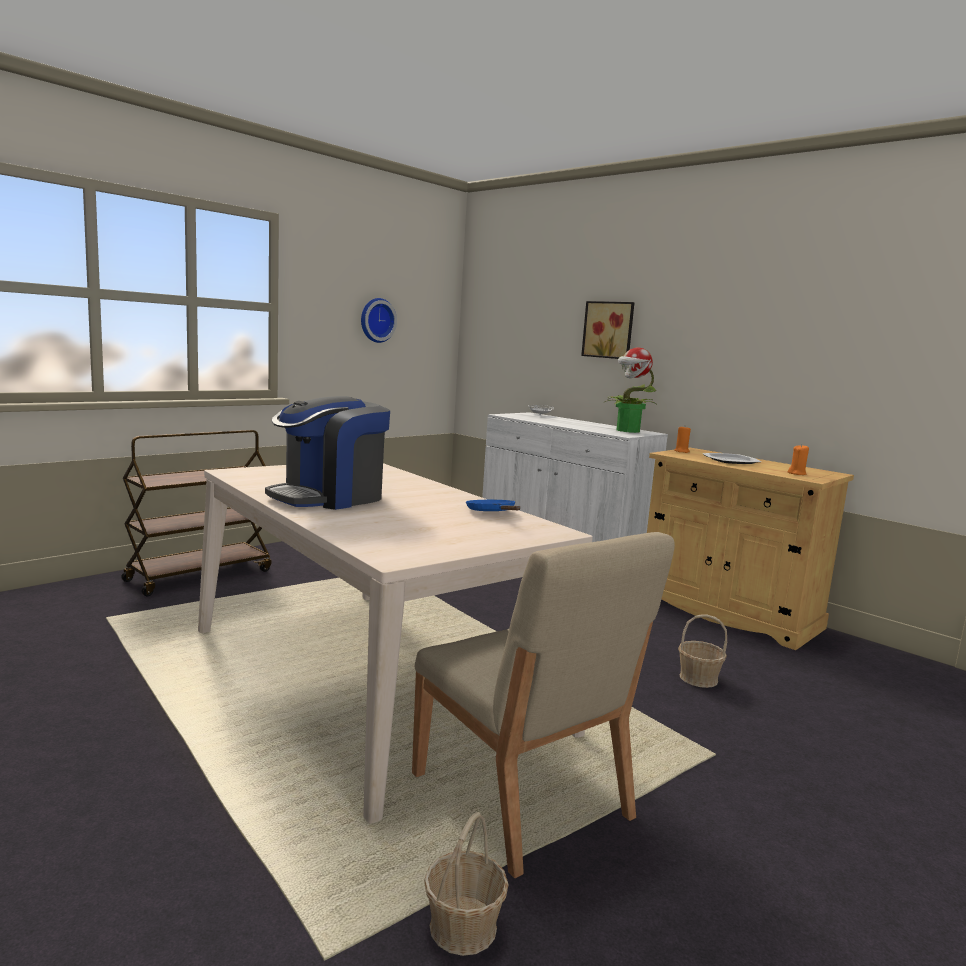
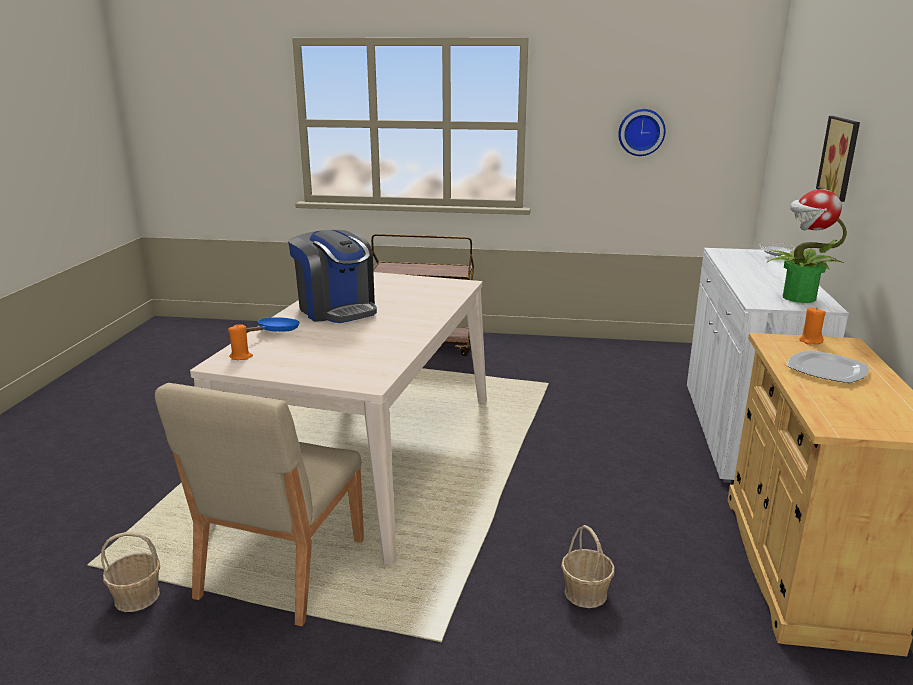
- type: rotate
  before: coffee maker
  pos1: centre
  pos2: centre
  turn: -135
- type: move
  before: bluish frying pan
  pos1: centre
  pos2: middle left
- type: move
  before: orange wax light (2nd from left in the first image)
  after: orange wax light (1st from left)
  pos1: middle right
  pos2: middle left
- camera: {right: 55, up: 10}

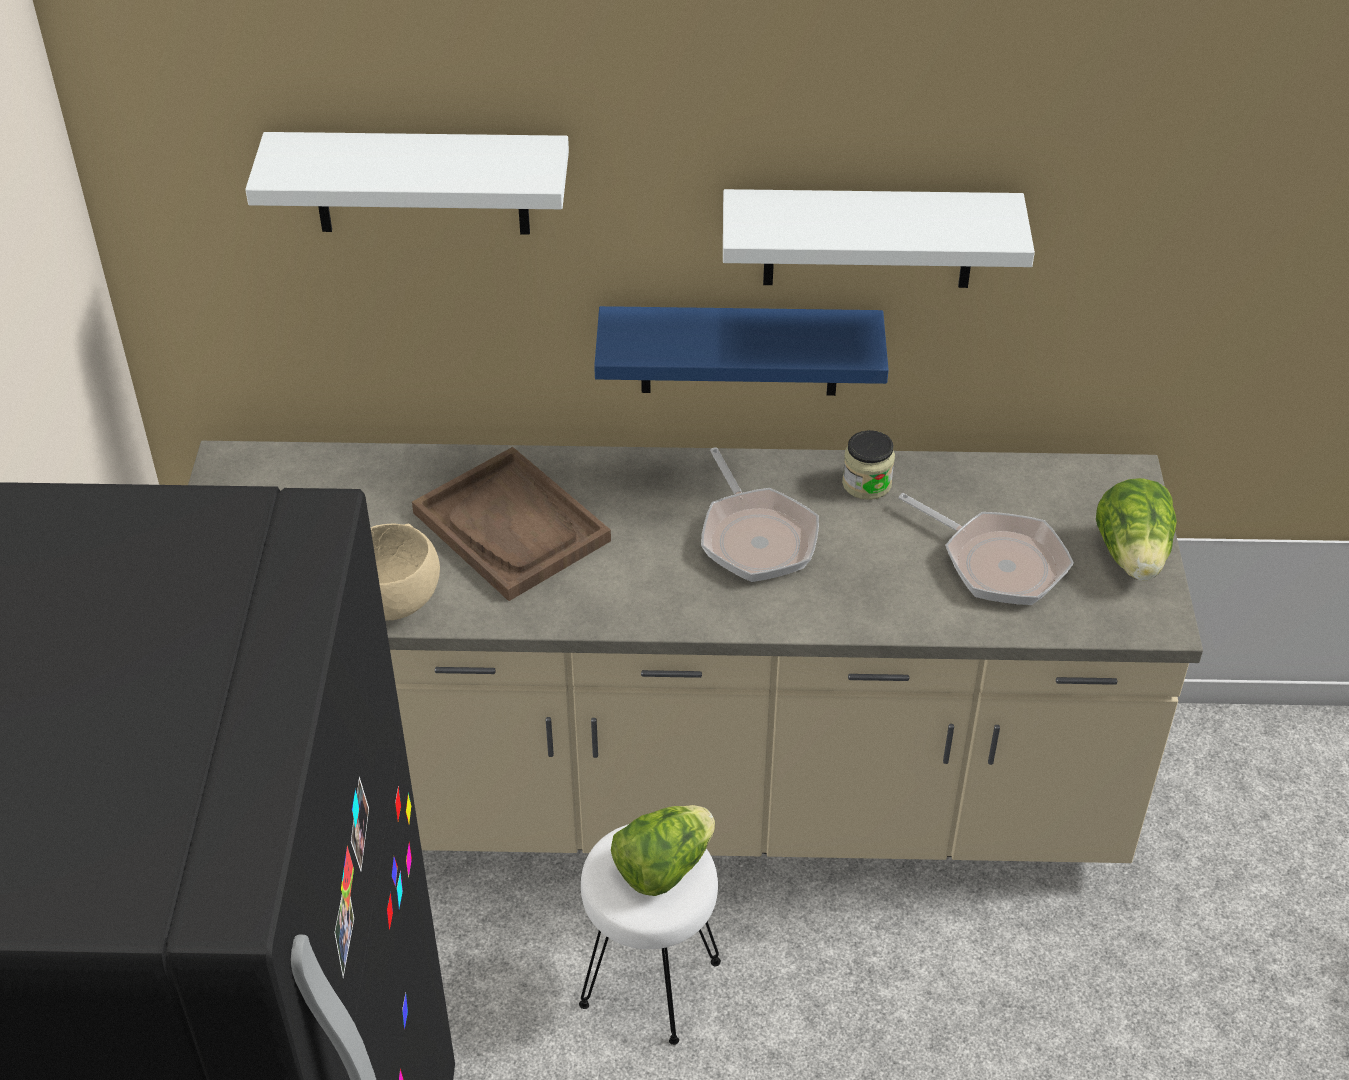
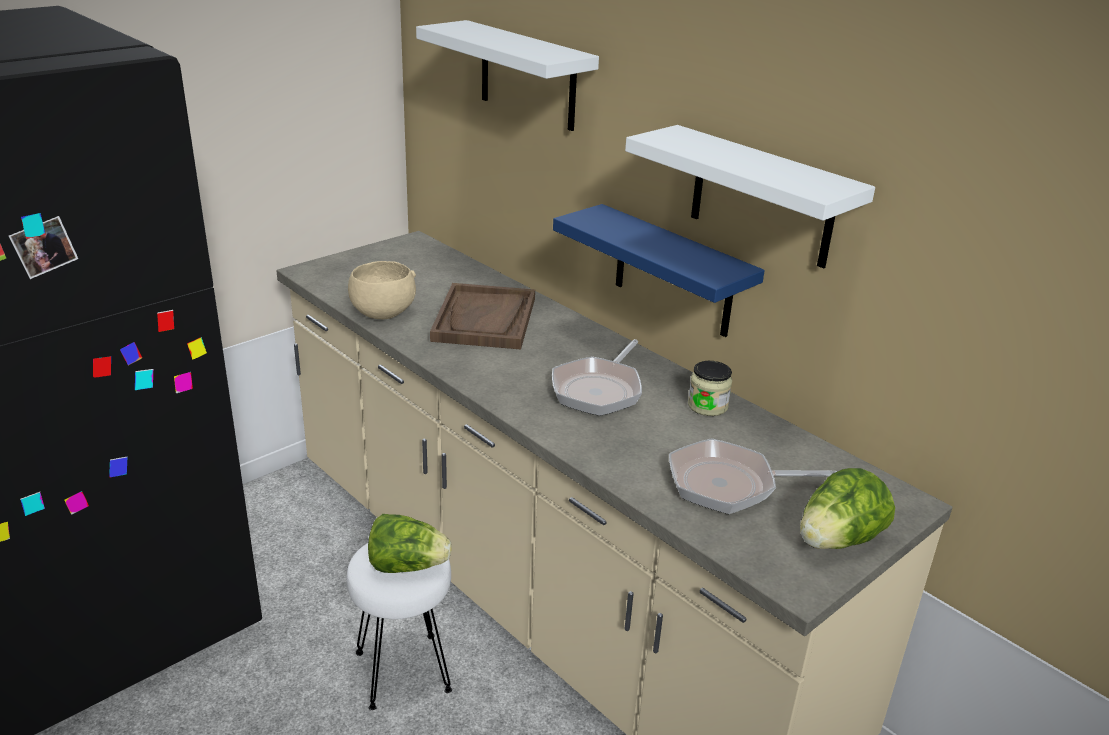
- type: rotate
  before: frying pan (2nd from left)
  pos1: middle right
  pos2: middle right
  turn: 90
- camera: {right: 45, up: -15}

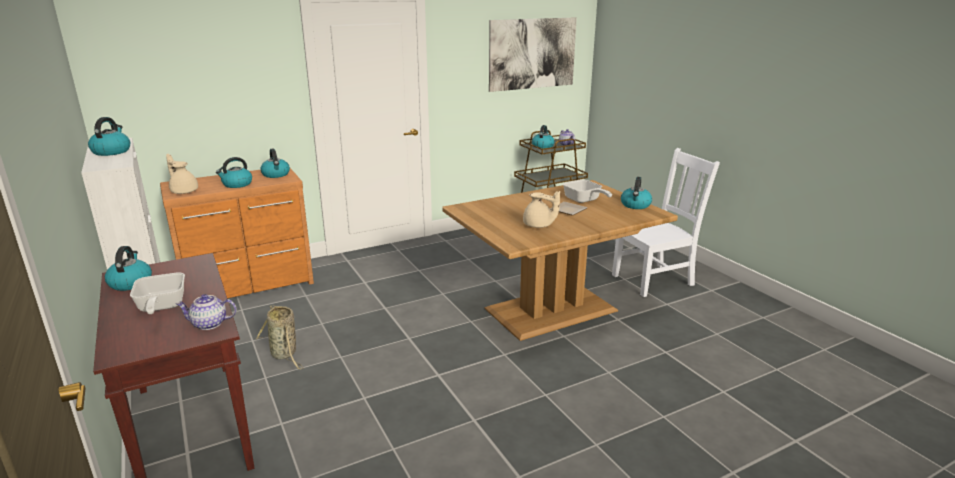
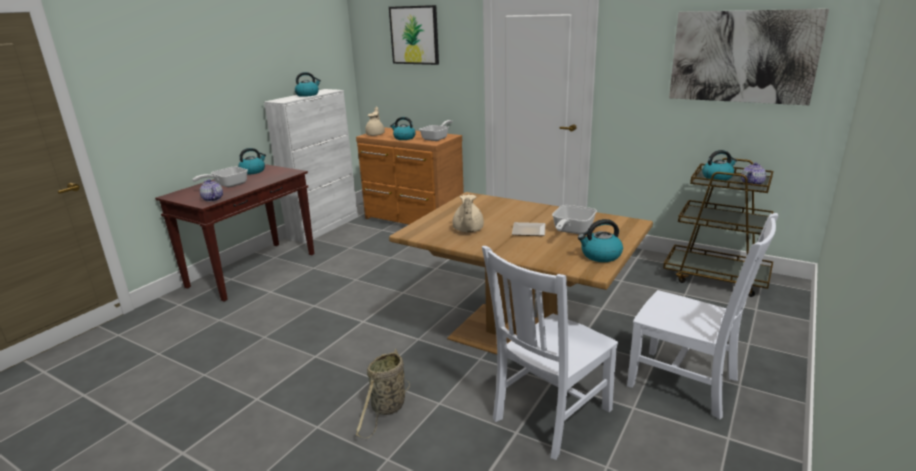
- type: move
  before: storage basket
  pos1: bottom left
  pos2: bottom centre
- type: replace
  before: water kettle (4th from left)
  after: frying pan (2nd from left)
  pos1: middle left
  pos2: top centre
- type: insert
  after: wall picture (1st from left)
  pos2: top centre
- type: insert
  after: white plain chair (1st from left)
  pos2: bottom centre
- camera: {right: 60, up: 0}

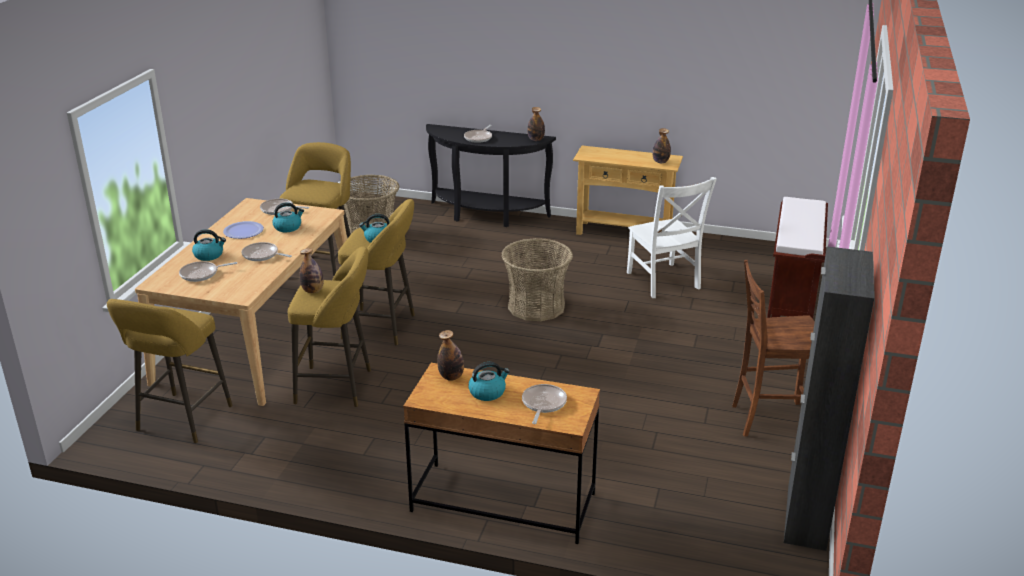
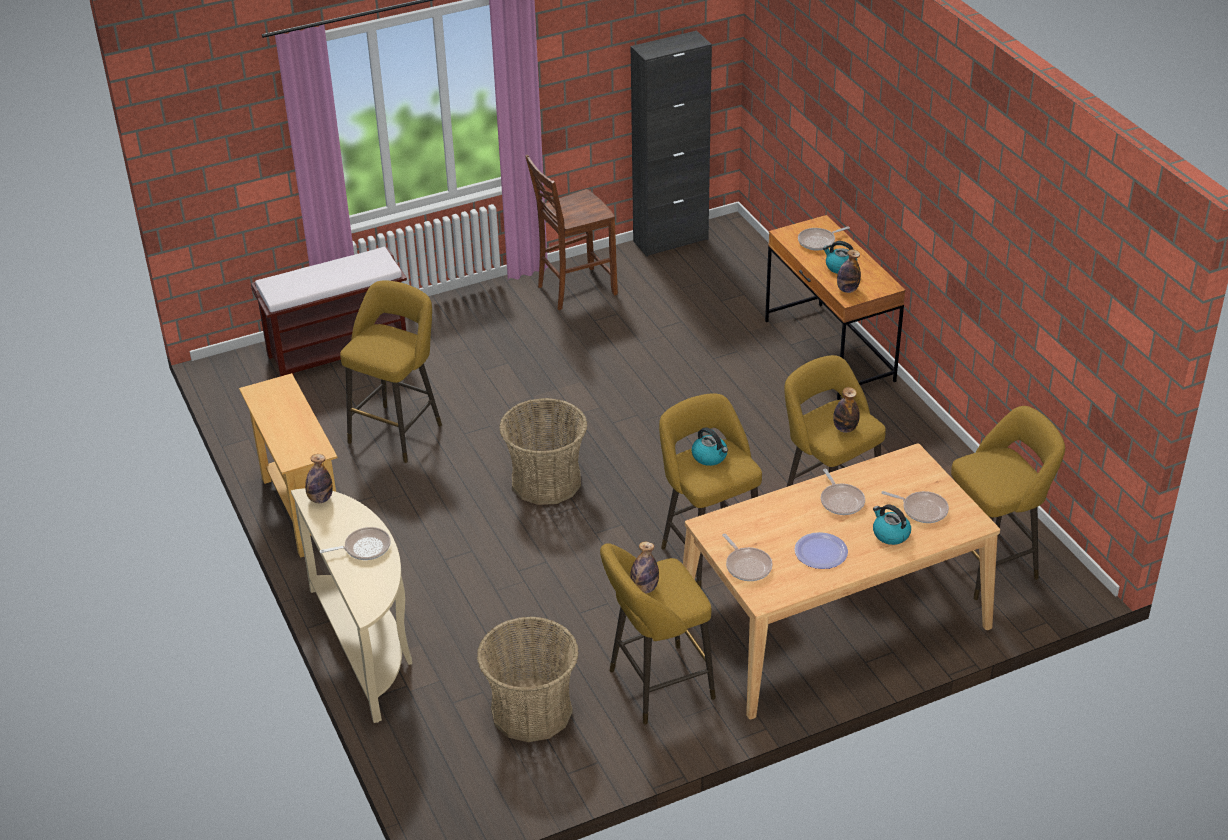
- type: delete
  before: water kettle (2nd from left)
  pos1: middle left
- type: recolor
  before: black-coloured narrow table
  after: beige-coloured narrow table (2nd from left)
  pos1: top centre
  pos2: bottom left
- type: replace
  before: white plain chair
  after: yellowish stool seat (1st from left)
  pos1: centre
  pos2: middle left
- type: move
  before: drink bottle (4th from left in the first image)
  after: drink bottle (2nd from left)
  pos1: top centre
  pos2: bottom centre
- type: rotate
  before: brown-coloured plain chair
  pos1: middle right
  pos2: top centre
  turn: 105
- camera: {right: -130, up: 10}

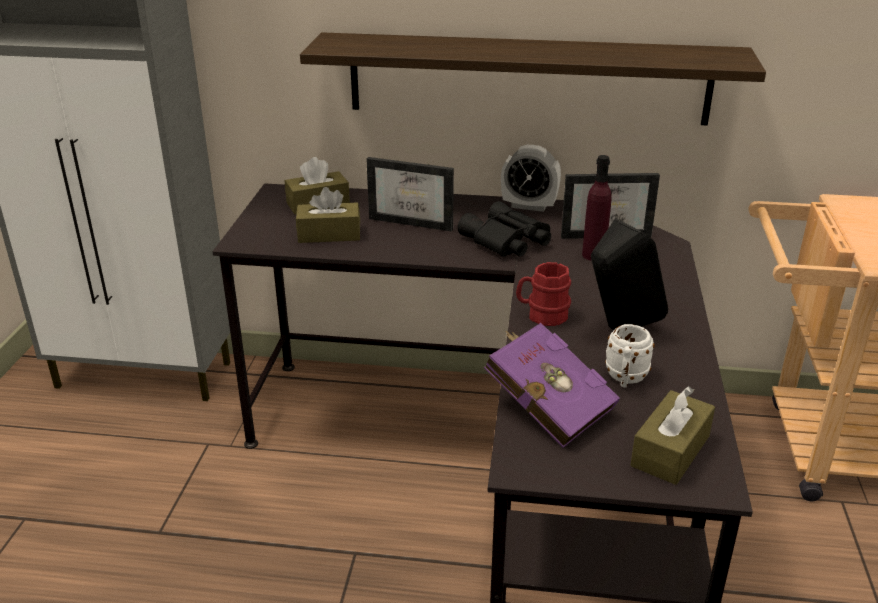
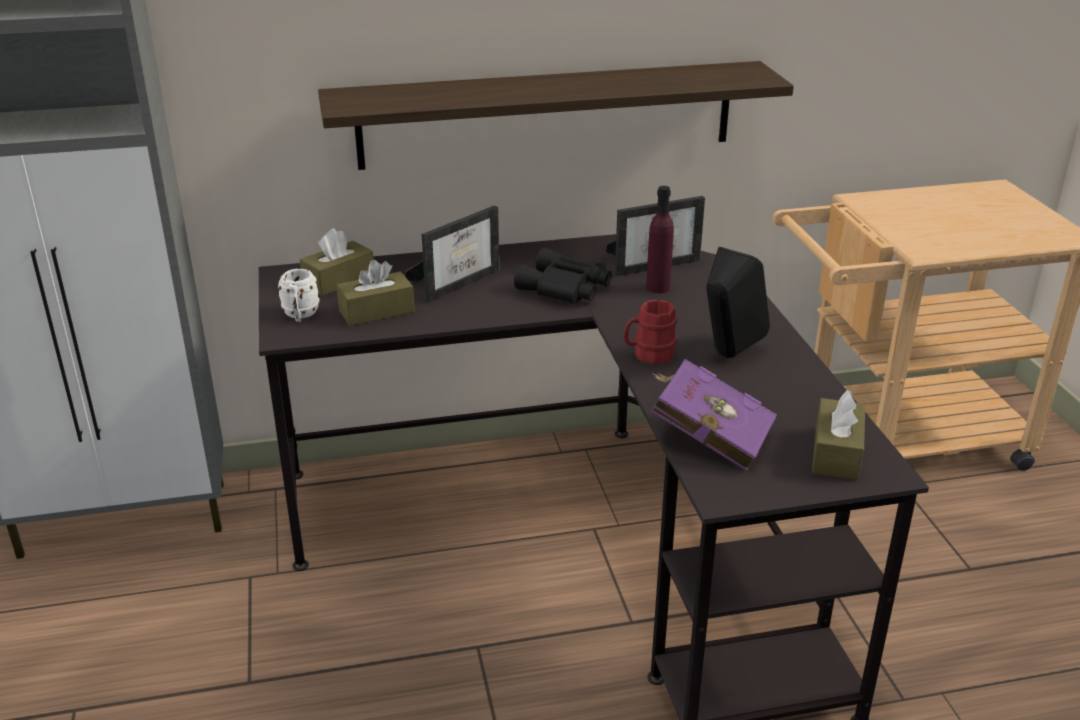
- type: rotate
  before: photo frame (1st from left)
  pos1: top centre
  pos2: centre
  turn: -45
- type: delete
  before: bedside clock
  pos1: top centre
- type: move
  before: white coffee mug
  pos1: middle right
  pos2: middle left
- camera: {right: -20, up: 0}

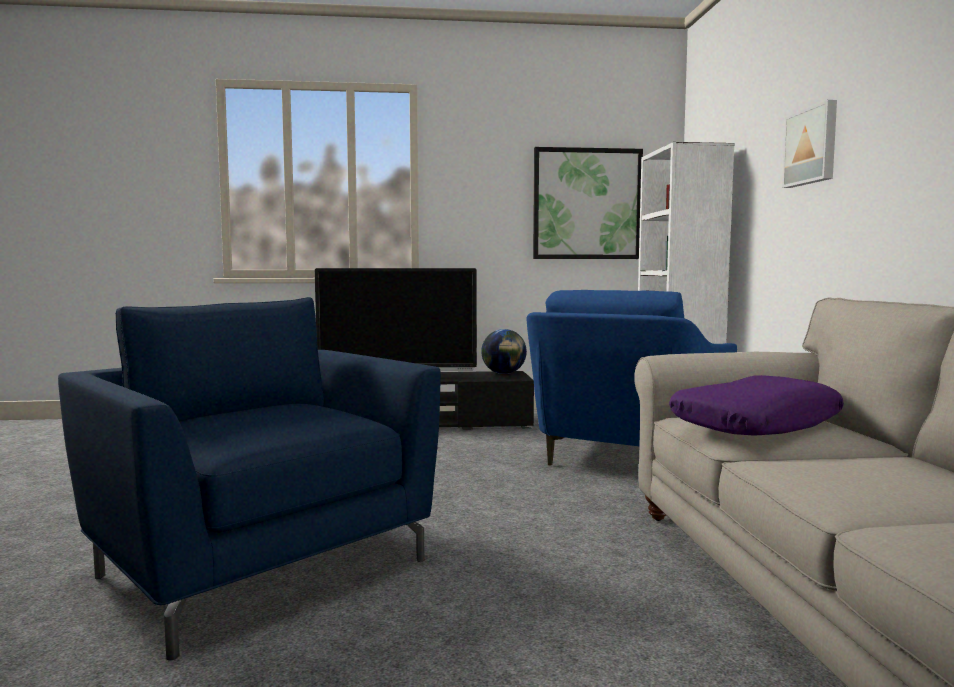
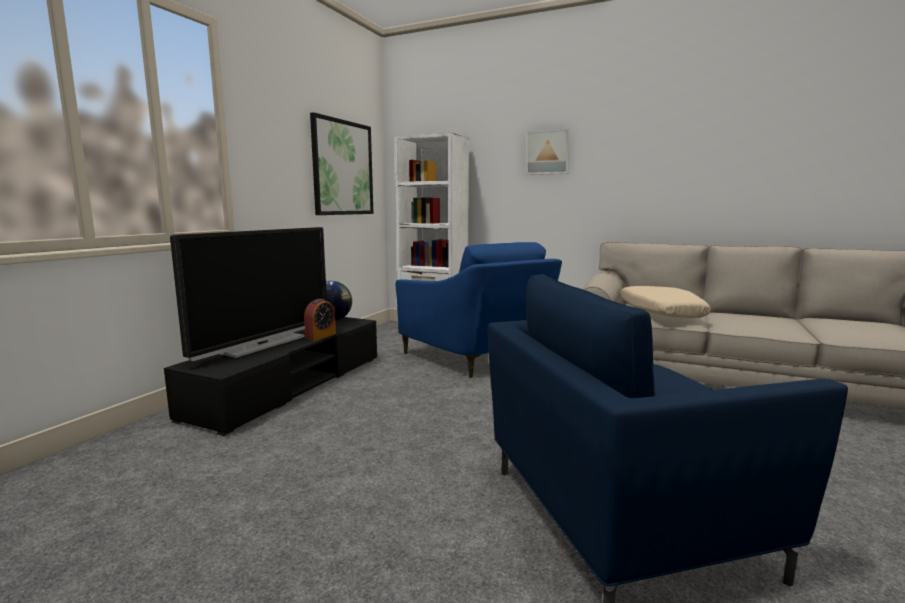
- type: recolor
  before: purple-coloured cushion
  after: beige-coloured cushion
  pos1: middle right
  pos2: middle right
- type: insert
  after: bedside clock
  pos2: centre
- camera: {right: -60, up: 5}

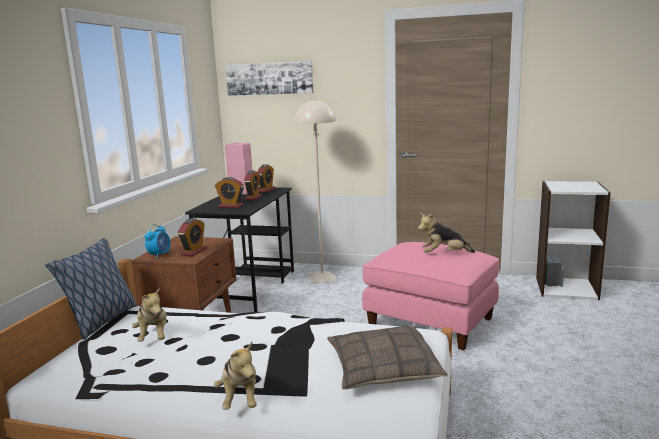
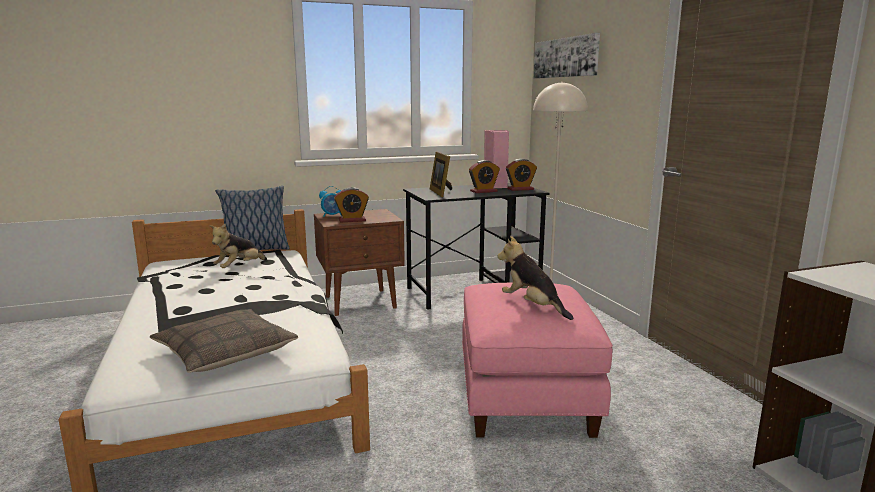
- type: delete
  before: cuddly toy (2nd from left)
  pos1: bottom centre
- type: replace
  before: bedside clock (3rd from left)
  after: photo frame
  pos1: centre
  pos2: centre
- camera: {right: 55, up: 0}

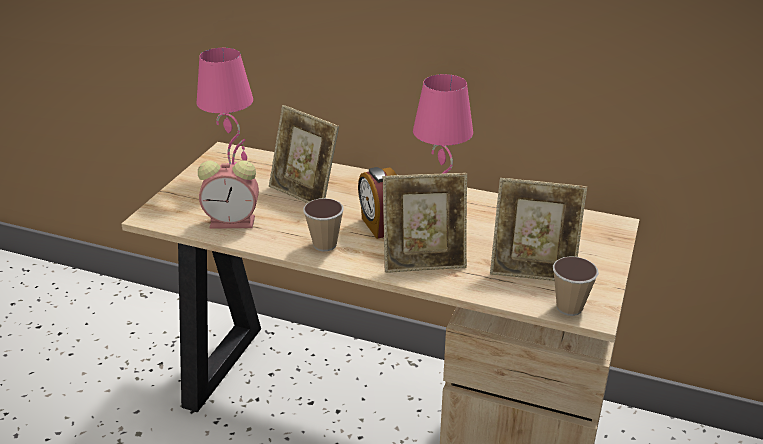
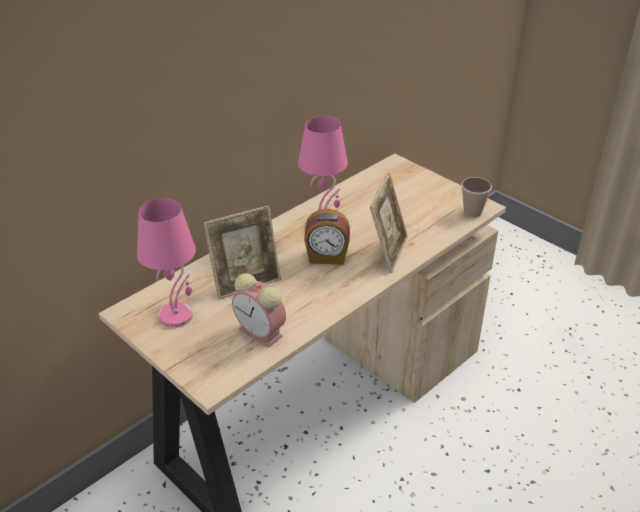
- type: rotate
  before: bedside clock (1st from left)
  pos1: middle left
  pos2: centre
  turn: 105
- type: delete
  before: drinking cup (1st from left)
  pos1: centre
- type: delete
  before: photo frame (3rd from left)
  pos1: middle right
- camera: {right: -65, up: 5}

